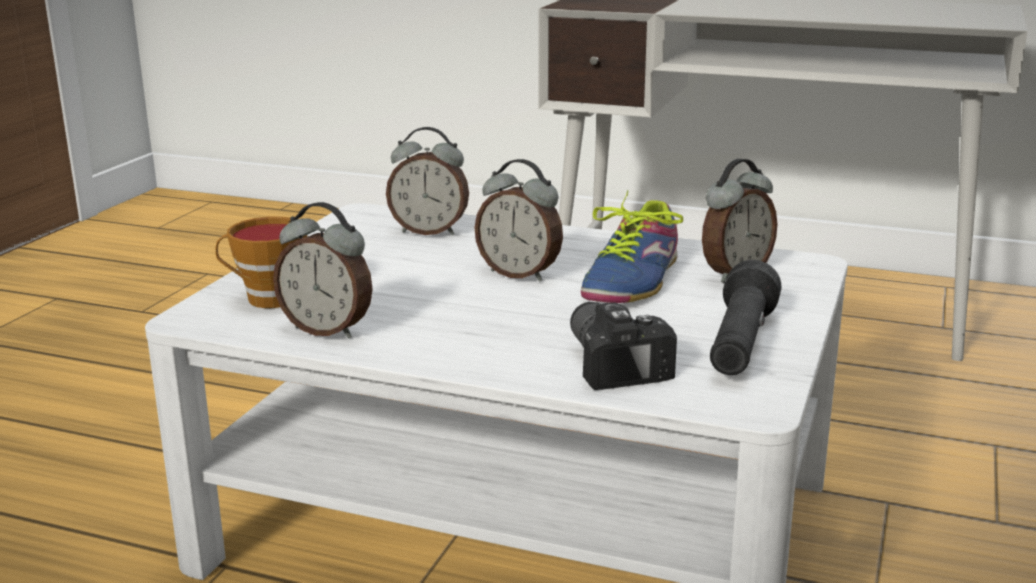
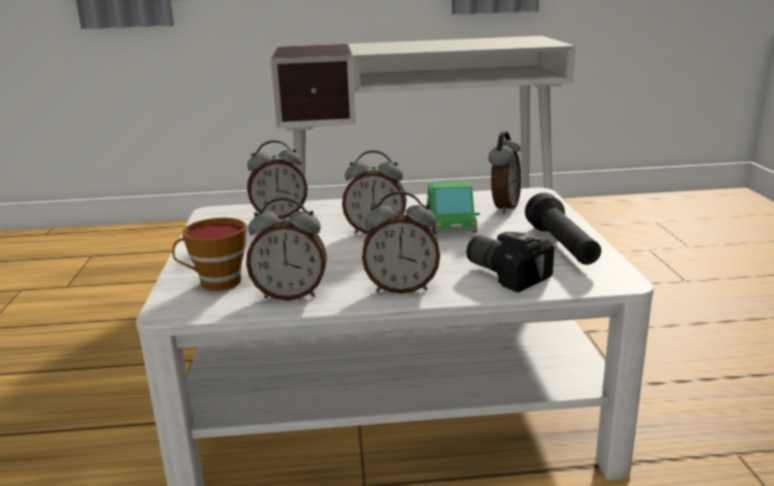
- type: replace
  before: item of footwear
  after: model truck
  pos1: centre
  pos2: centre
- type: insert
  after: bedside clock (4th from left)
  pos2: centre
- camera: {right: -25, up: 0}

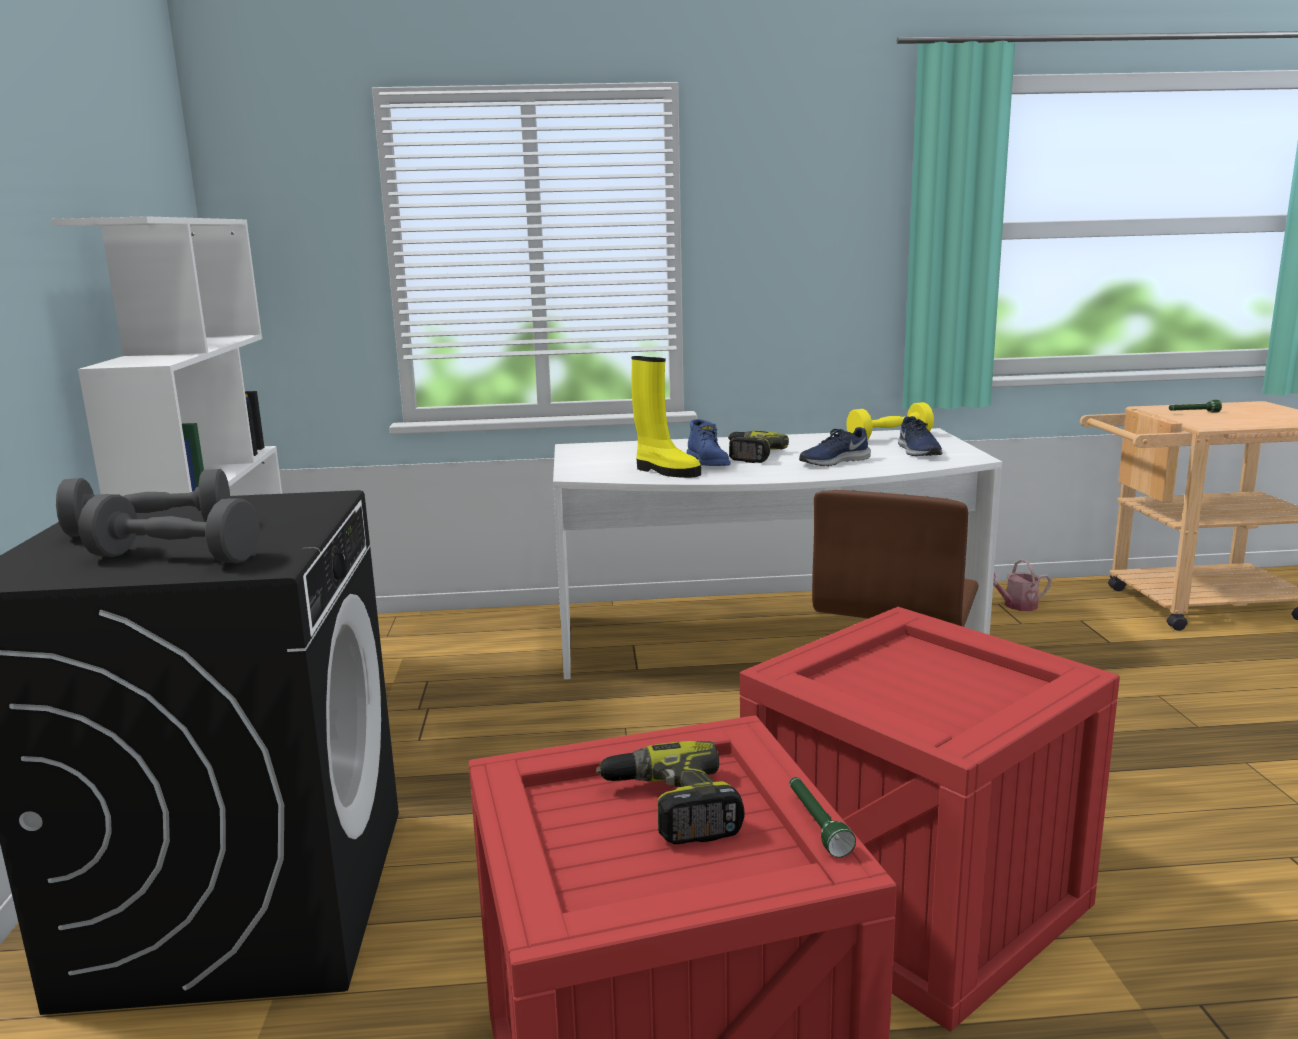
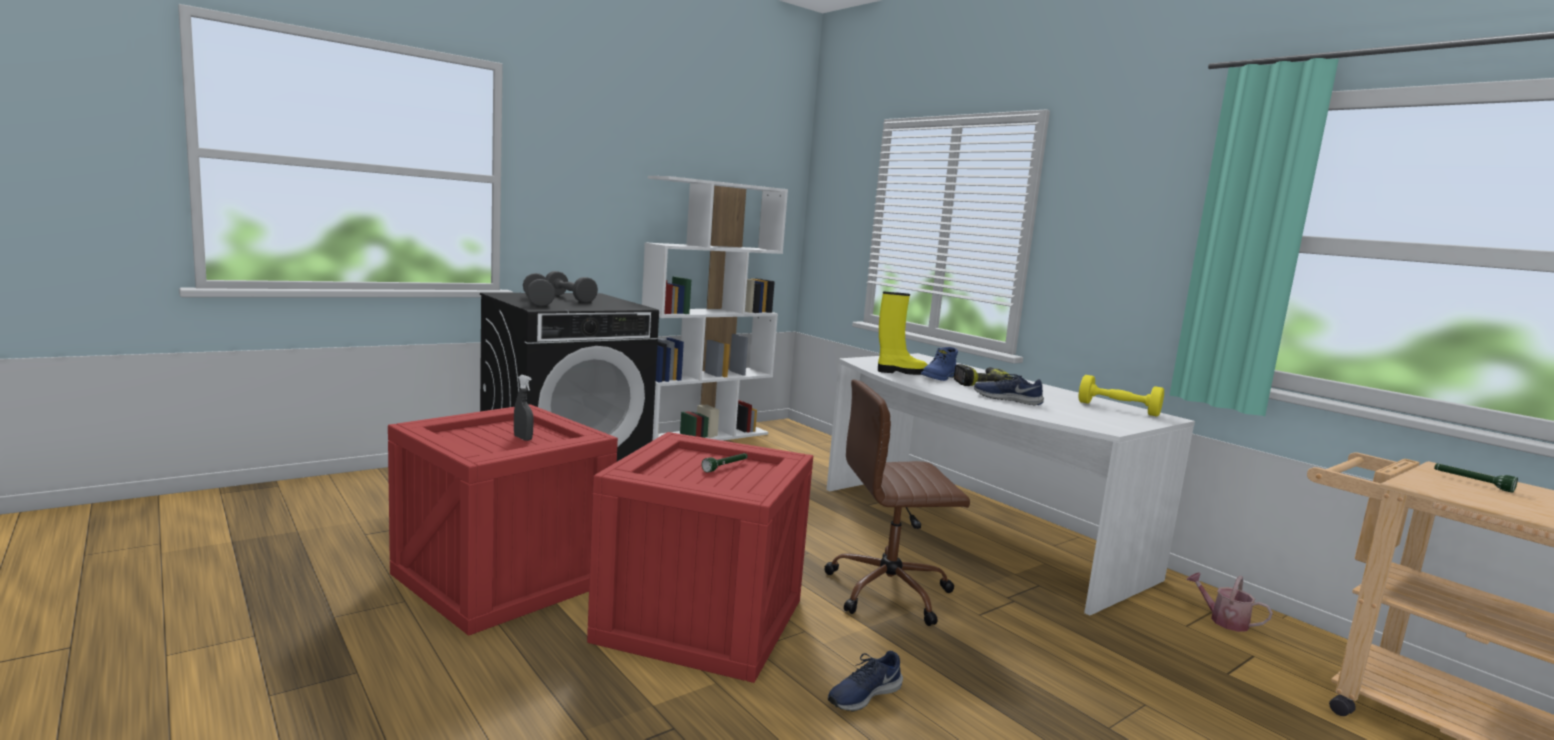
- type: replace
  before: electric drill (1st from left)
  after: greyish spray bottle
  pos1: bottom centre
  pos2: centre
- type: rotate
  before: yellowish tall boot
  pos1: centre
  pos2: centre
  turn: -105
- type: move
  before: green hand torch (1st from left)
  pos1: bottom centre
  pos2: centre
- type: move
  before: bluish item of footwear (2nd from left in the first image)
  after: bluish item of footwear (1st from left)
  pos1: middle right
  pos2: bottom centre
- camera: {right: 55, up: -5}

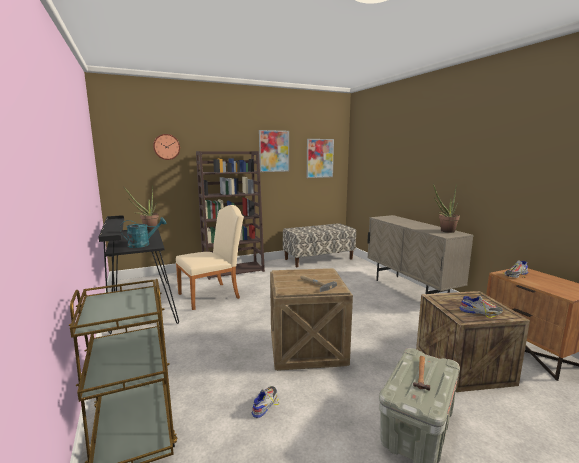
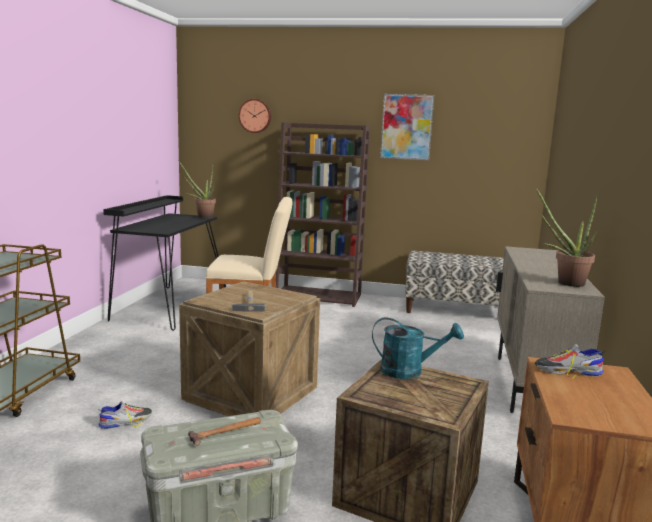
- type: move
  before: turquoise watering pot
  pos1: middle left
  pos2: bottom centre
- type: delete
  before: wall picture (2nd from left)
  pos1: centre
- type: delete
  before: item of footwear (2nd from left)
  pos1: middle right
- camera: {right: 35, up: 0}

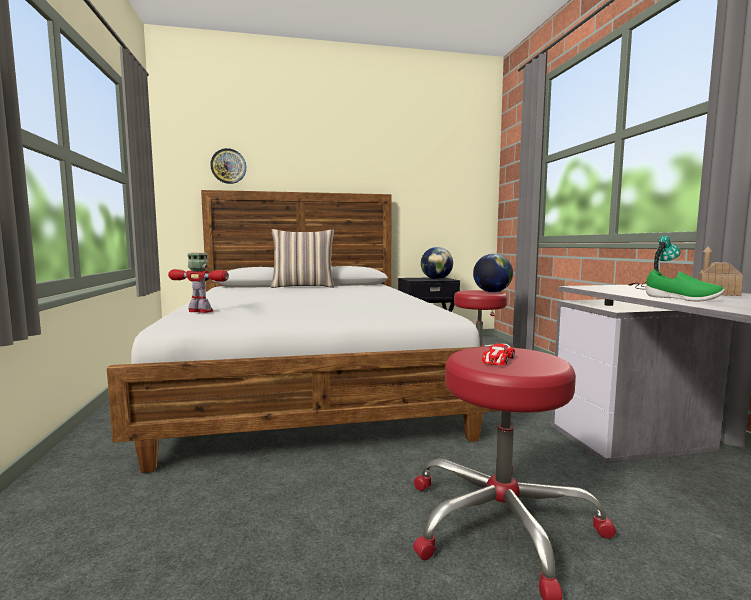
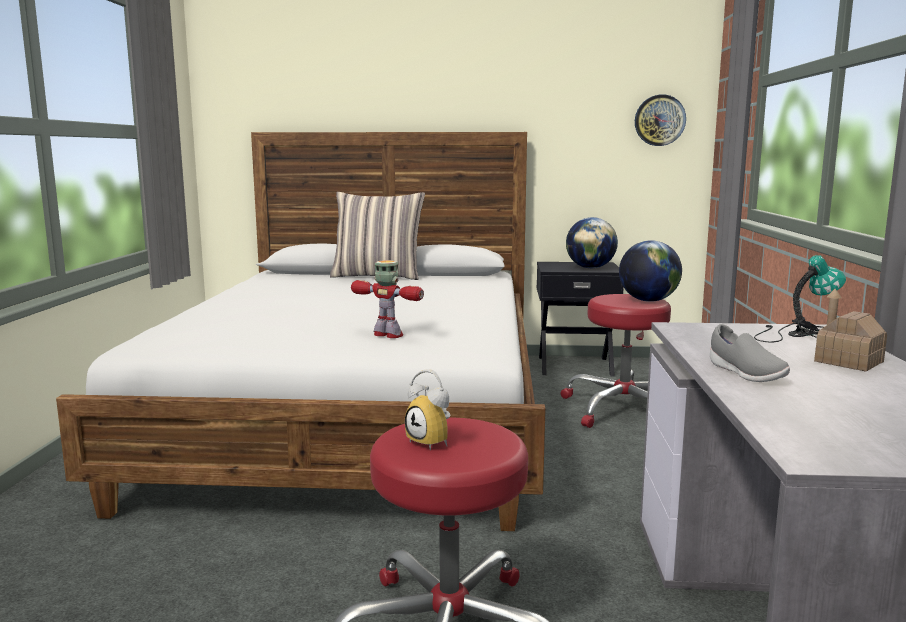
- type: move
  before: toy robot
  pos1: middle left
  pos2: centre
- type: move
  before: wall clock
  pos1: top left
  pos2: top right
- type: replace
  before: toy car
  after: bedside clock
  pos1: centre
  pos2: centre
- type: recolor
  before: green item of footwear
  after: greyish item of footwear
  pos1: middle right
  pos2: middle right
- camera: {right: 15, up: 5}

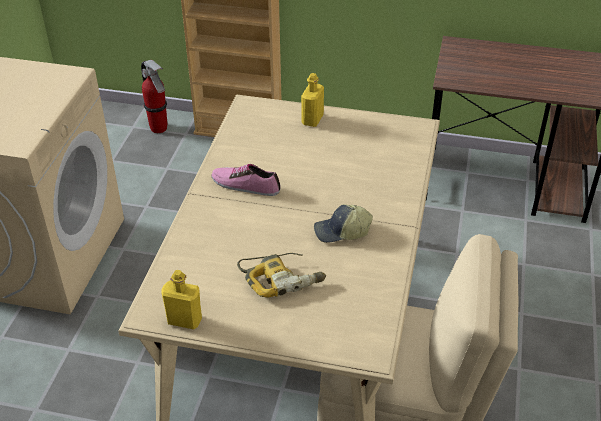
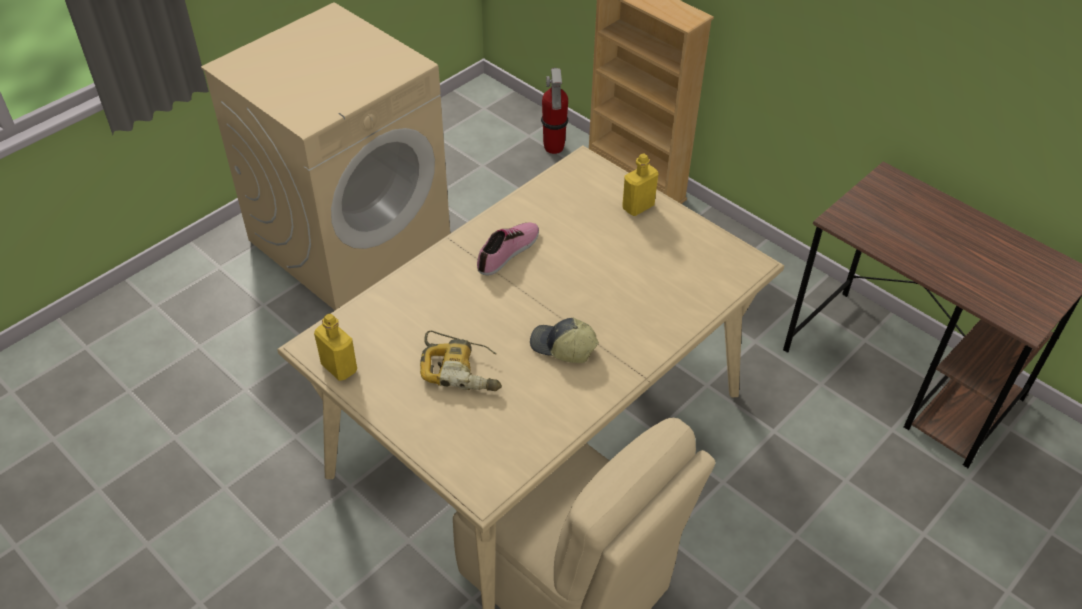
- type: rotate
  before: item of footwear
  pos1: centre
  pos2: centre
  turn: 75
- camera: {right: 30, up: 5}

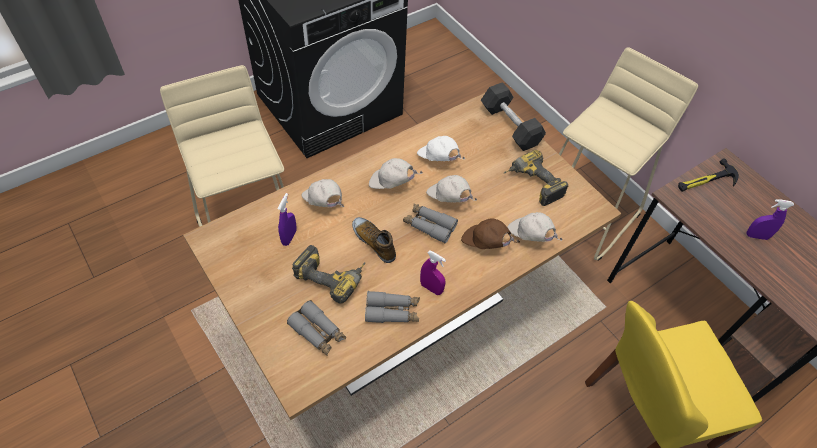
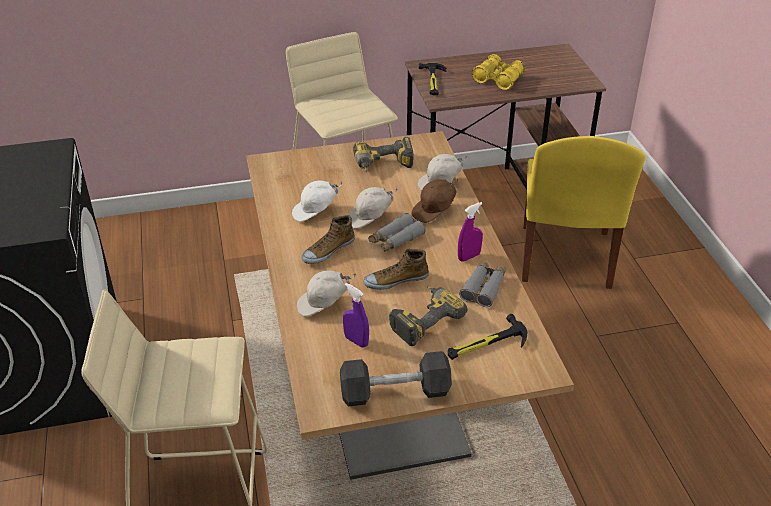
- type: replace
  before: greyish pair of binoculars (1st from left)
  after: hammer (2nd from left)
  pos1: bottom centre
  pos2: centre
- type: replace
  before: white baseball cap (2nd from left)
  after: item of footwear (1st from left)
  pos1: centre
  pos2: centre
- type: move
  before: black-coloured dumbbell
  pos1: top centre
  pos2: bottom centre
- type: replace
  before: purple-coloured spray bottle (3rd from left)
  after: yellowish pair of binoculars
  pos1: middle right
  pos2: top centre
- camera: {right: -65, up: -15}

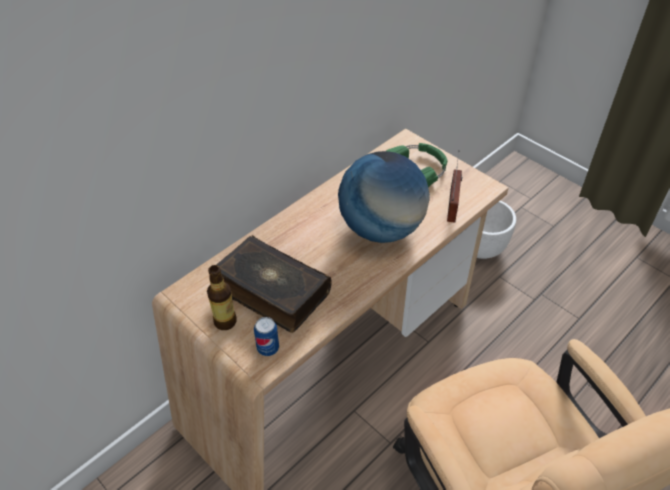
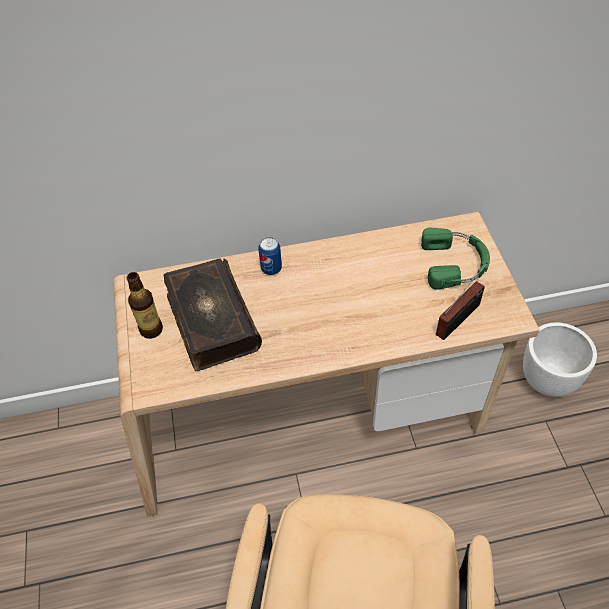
- type: move
  before: can
  pos1: bottom centre
  pos2: centre
- type: delete
  before: world globe
  pos1: centre
- camera: {right: 35, up: 5}

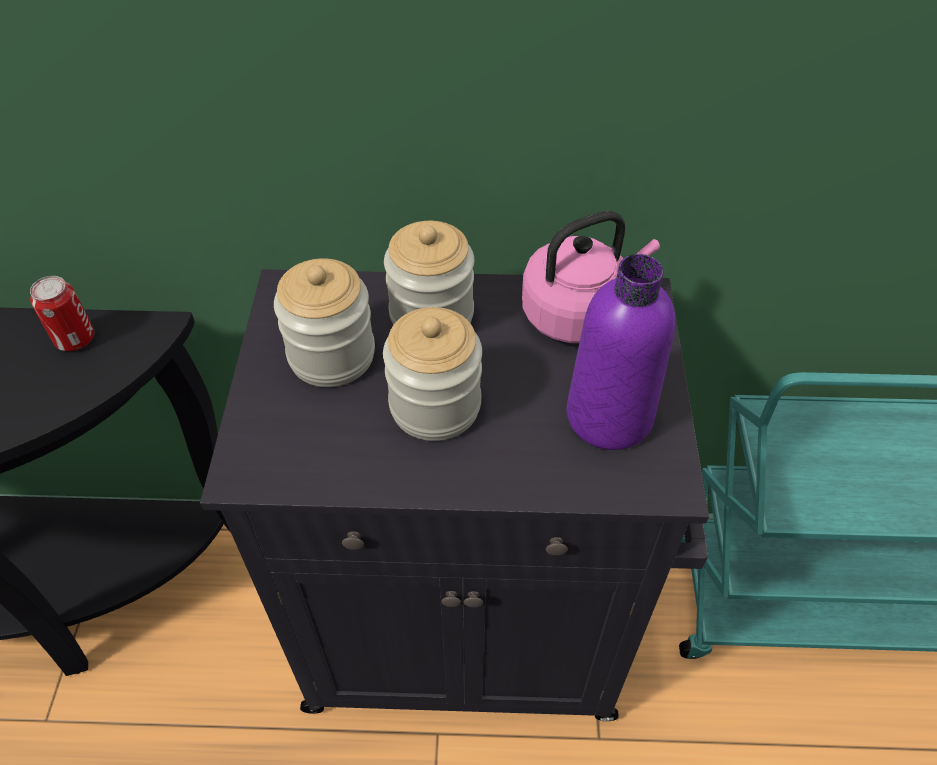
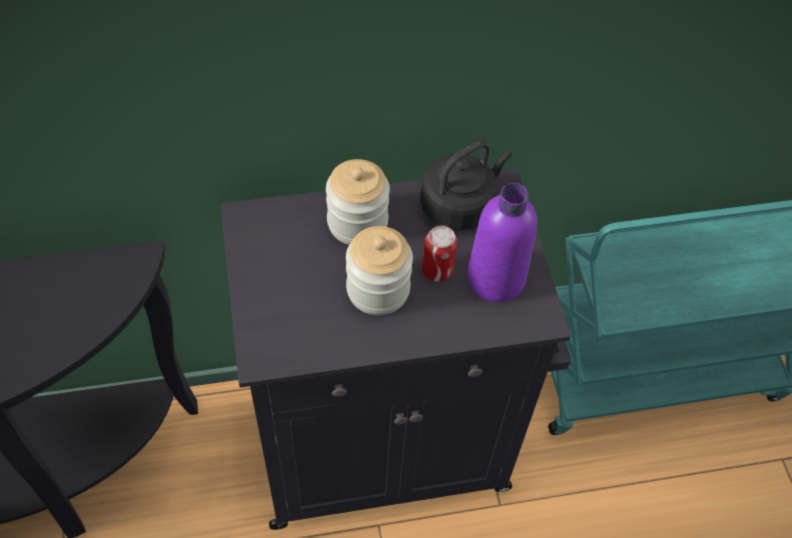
- type: move
  before: can
  pos1: middle left
  pos2: centre
- type: delete
  before: jar (1st from left)
  pos1: centre
- type: recolor
  before: pink-coloured water kettle
  after: black-coloured water kettle
  pos1: centre
  pos2: centre
- camera: {right: -15, up: 5}

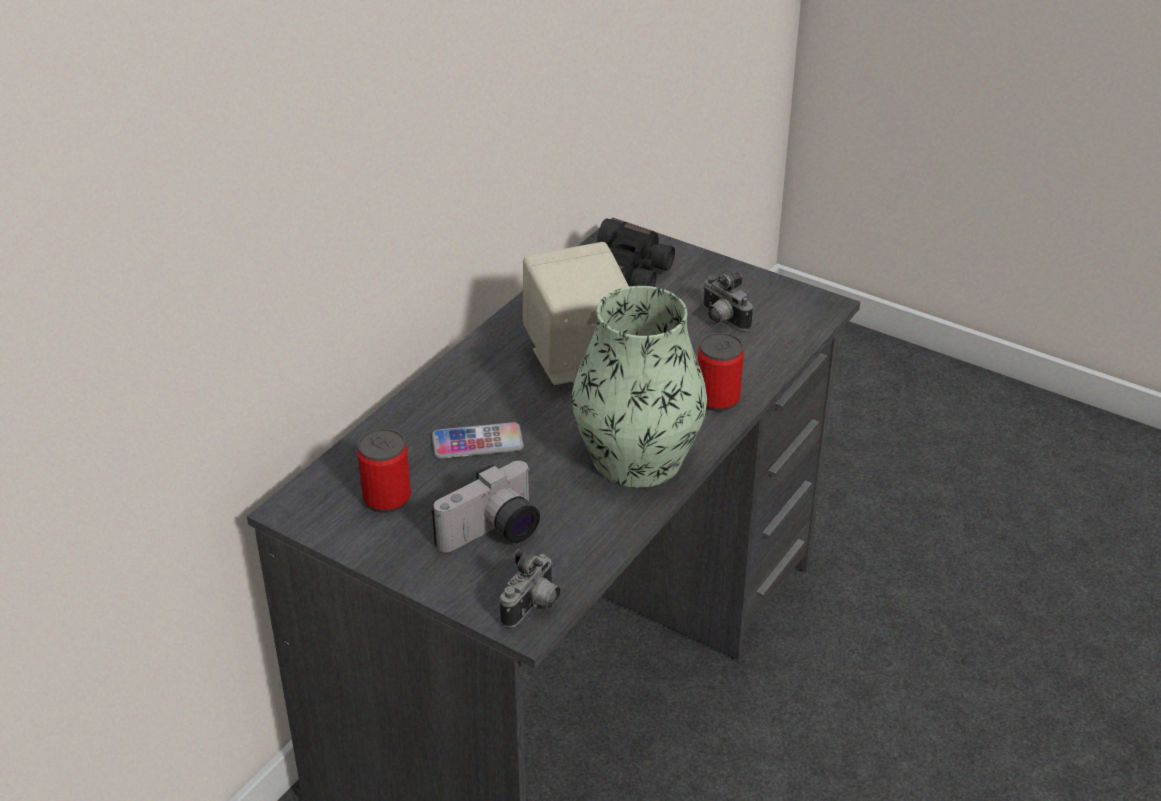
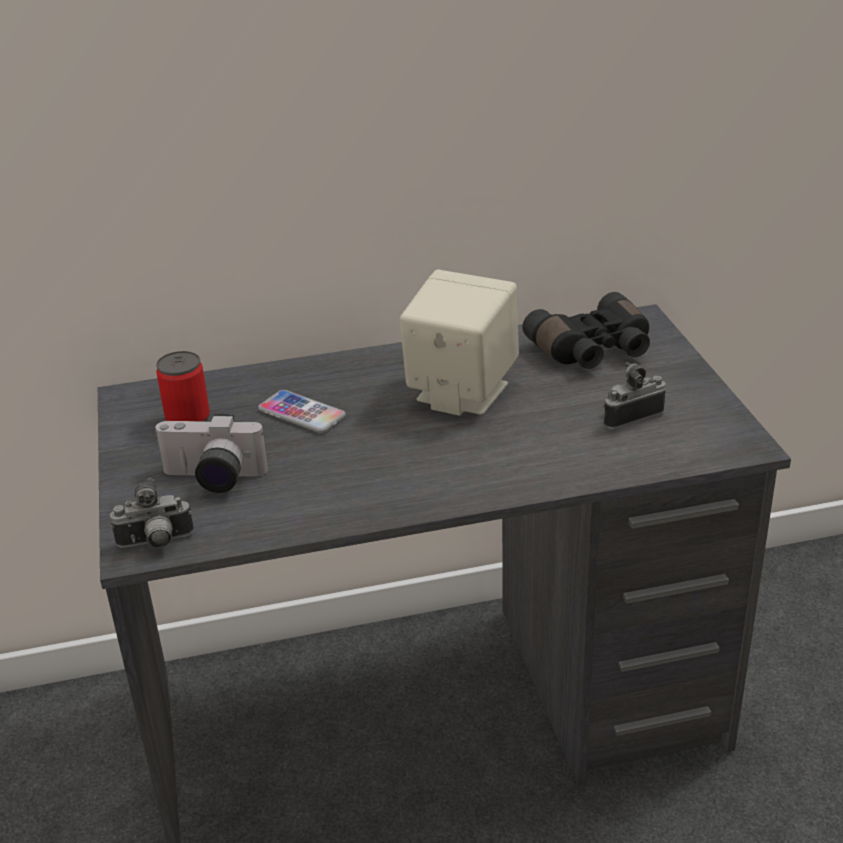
- type: delete
  before: decorative vase
  pos1: centre
- type: delete
  before: can (2nd from left)
  pos1: centre
- type: rotate
  before: photo camera (3rd from left)
  pos1: centre
  pos2: middle right
  turn: 60
- camera: {right: 45, up: -5}

